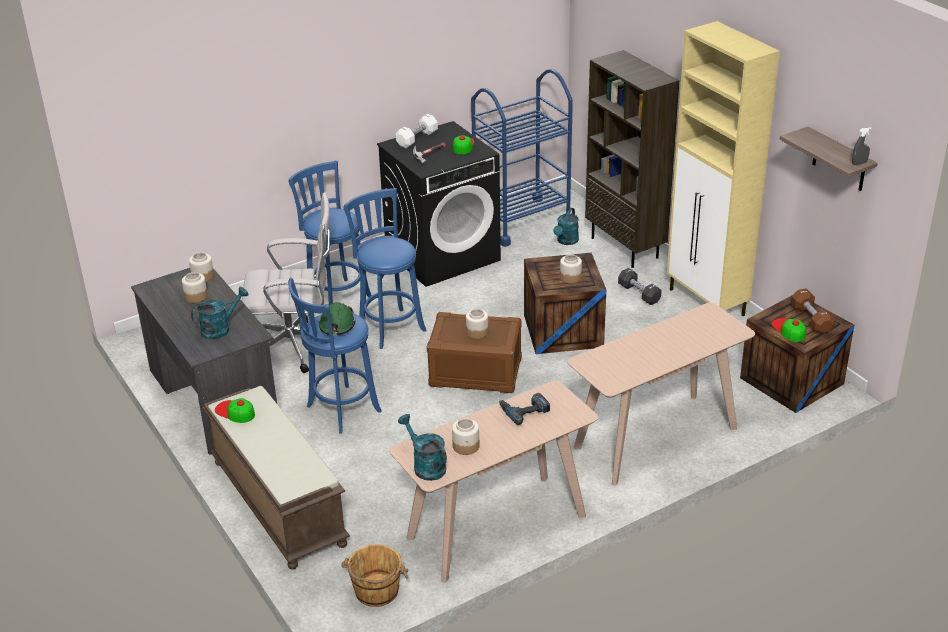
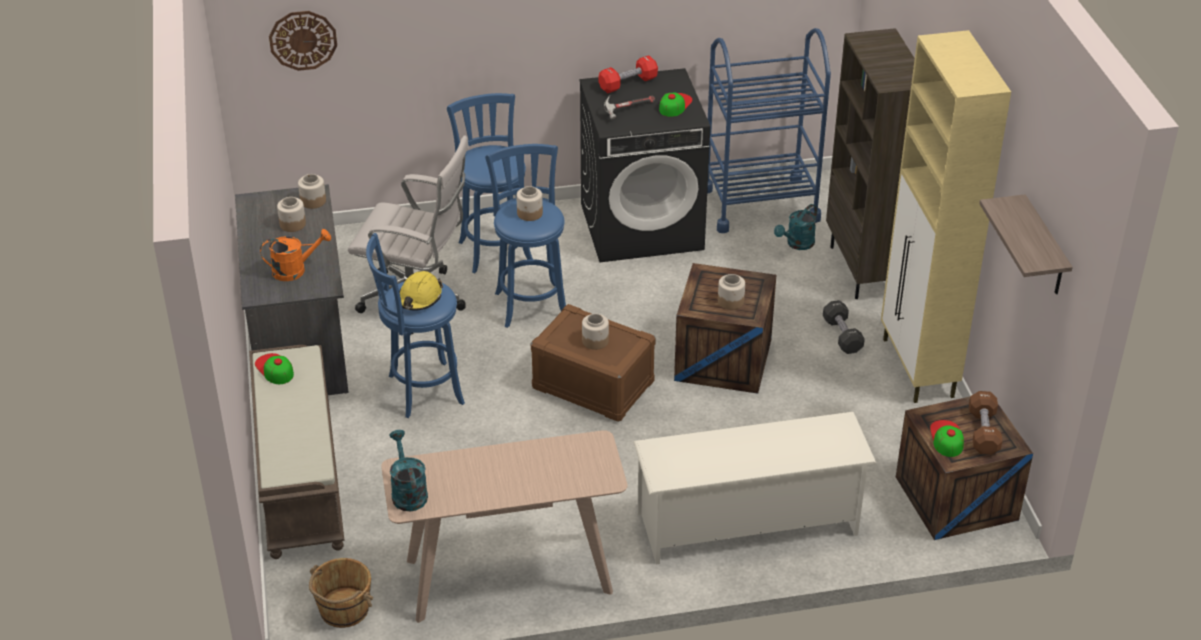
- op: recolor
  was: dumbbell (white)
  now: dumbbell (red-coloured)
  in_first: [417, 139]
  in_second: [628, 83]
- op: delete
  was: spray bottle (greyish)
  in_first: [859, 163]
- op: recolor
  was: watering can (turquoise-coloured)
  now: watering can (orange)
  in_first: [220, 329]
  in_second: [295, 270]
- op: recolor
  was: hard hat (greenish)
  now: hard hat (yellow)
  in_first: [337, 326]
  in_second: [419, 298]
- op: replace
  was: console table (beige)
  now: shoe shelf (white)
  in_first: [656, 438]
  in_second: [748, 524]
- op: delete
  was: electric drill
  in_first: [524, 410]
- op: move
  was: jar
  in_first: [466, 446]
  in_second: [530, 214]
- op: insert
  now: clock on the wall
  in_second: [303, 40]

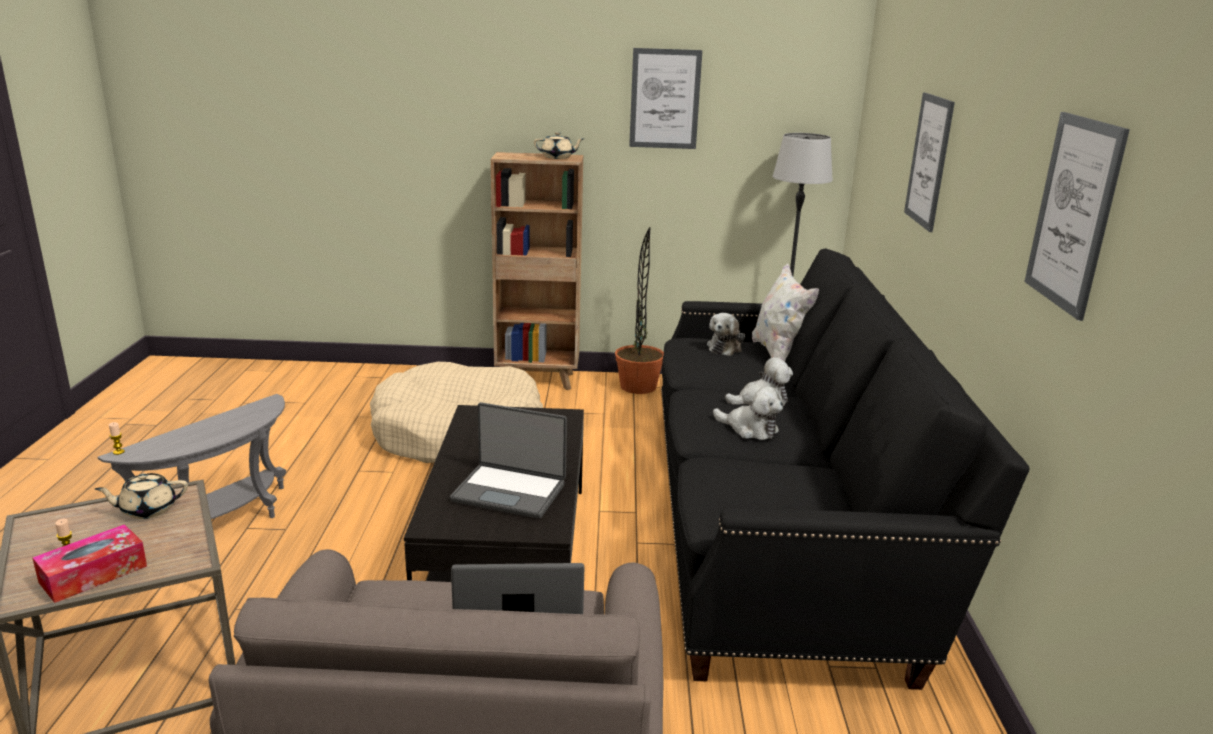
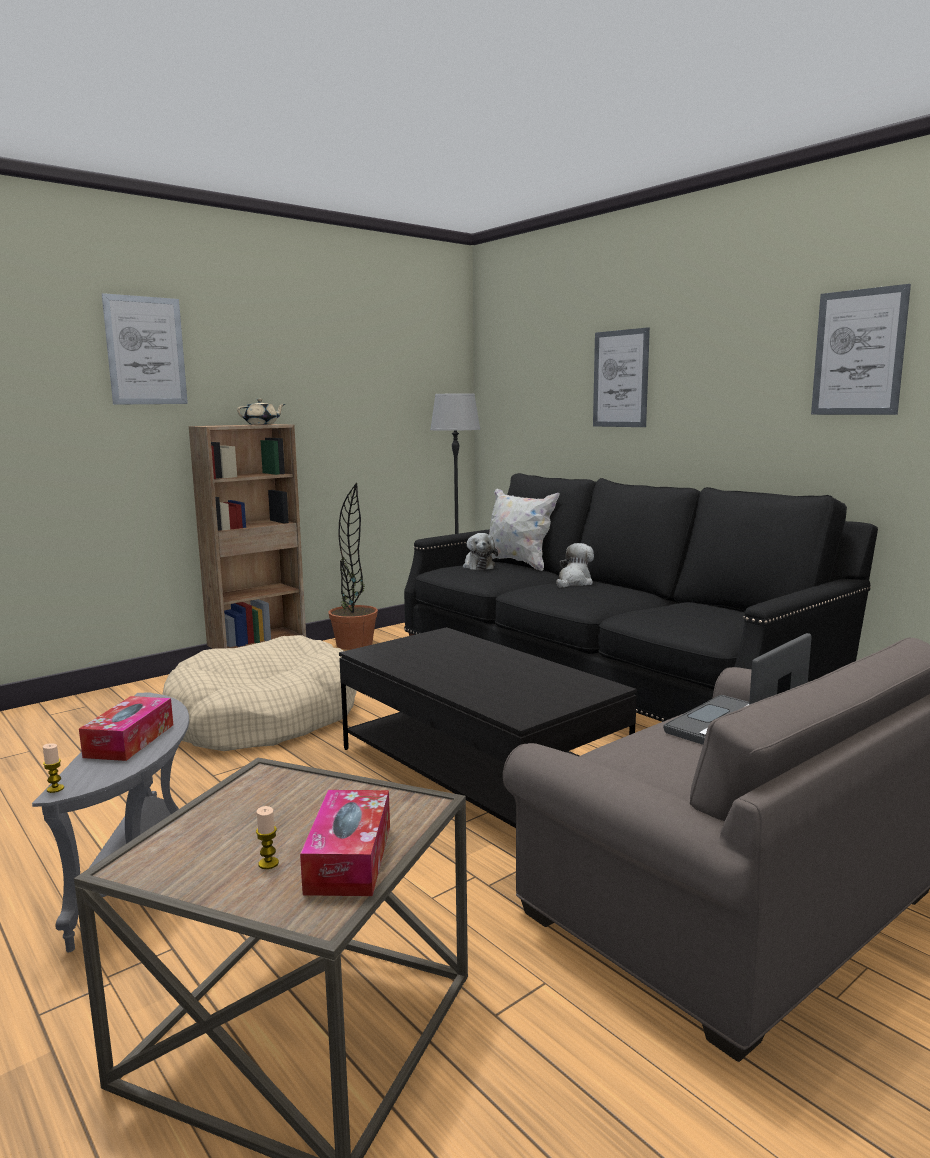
- op: move
  was: picture
  in_first: [665, 99]
  in_second: [145, 351]
- op: delete
  was: soft toy
  in_first: [750, 429]
- op: delete
  was: laptop
  in_first: [510, 491]
- op: delete
  was: pot for tea (beige)
  in_first: [147, 510]
- op: insert
  now: tissue box
  in_second: [130, 740]

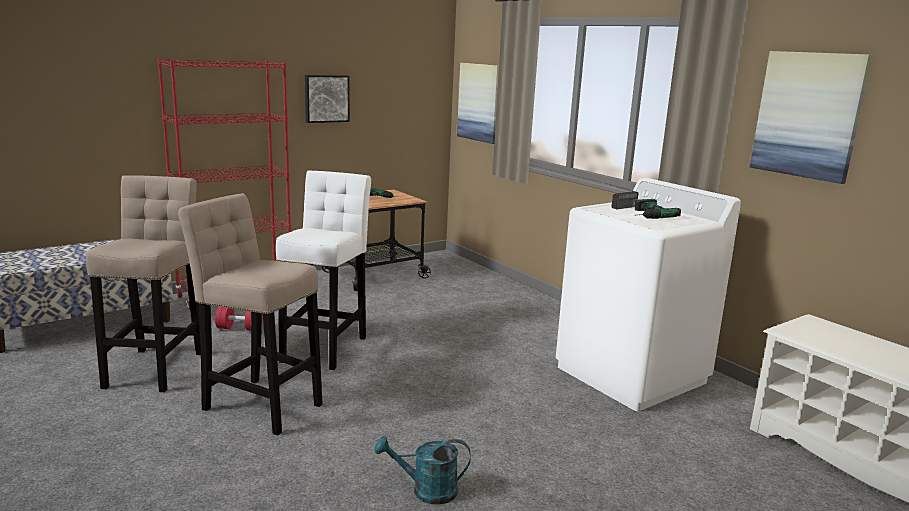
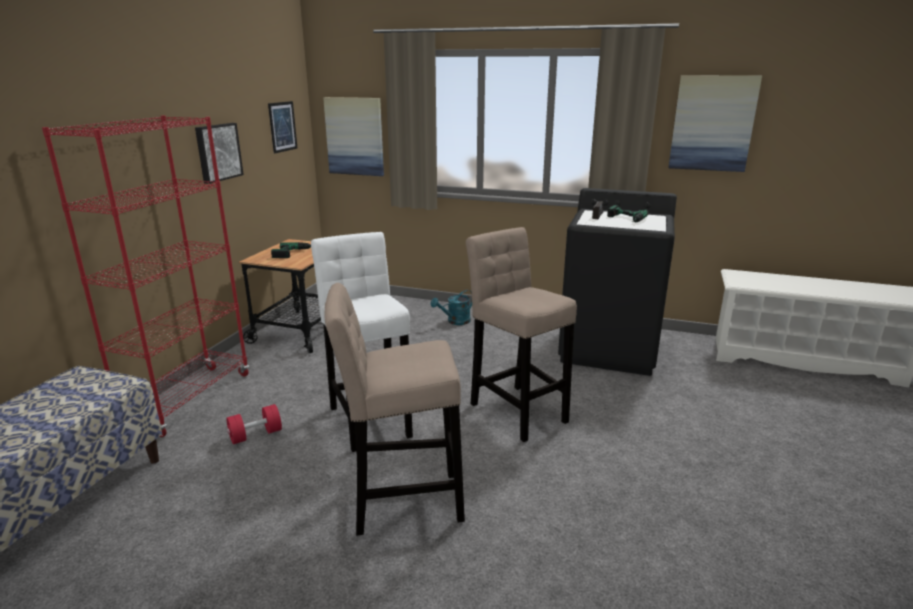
- op: move
  was: sitting stool (beige)
  in_first: [157, 367]
  in_second: [515, 409]
- op: recolor
  was: washing machine (white)
  now: washing machine (blackish)
  in_first: [631, 375]
  in_second: [609, 349]
- op: move
  was: watering can (turquoise-coloured)
  in_first: [426, 491]
  in_second: [455, 322]
- op: insert
  now: picture
  in_second: [282, 126]

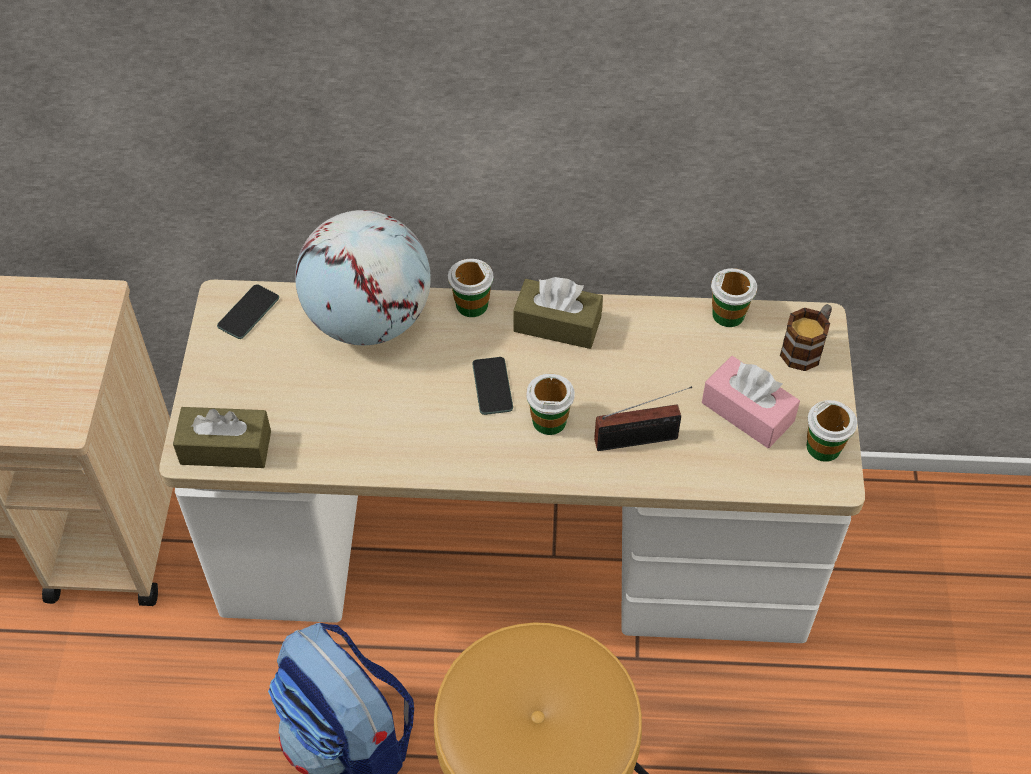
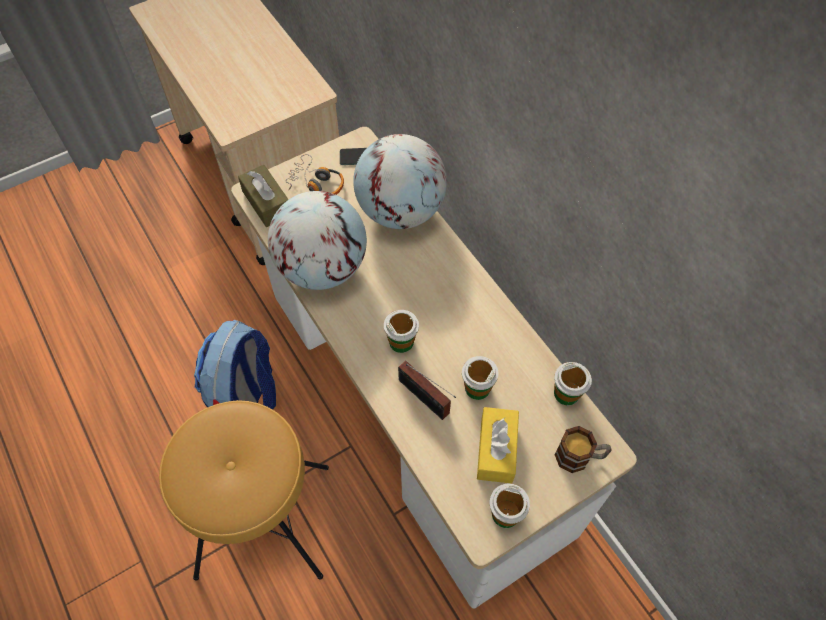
- op: move
  was: small cup
  in_first: [471, 304]
  in_second: [477, 388]
- op: delete
  was: tissue box (brown)
  in_first: [557, 324]
- op: recolor
  was: tissue box (pink)
  now: tissue box (yellow)
  in_first: [747, 412]
  in_second: [496, 450]
- op: delete
  was: phone
  in_first: [492, 386]
- op: insert
  now: pair of headphones
  in_second: [316, 183]
- op: insert
  now: desk globe
  in_second: [322, 268]

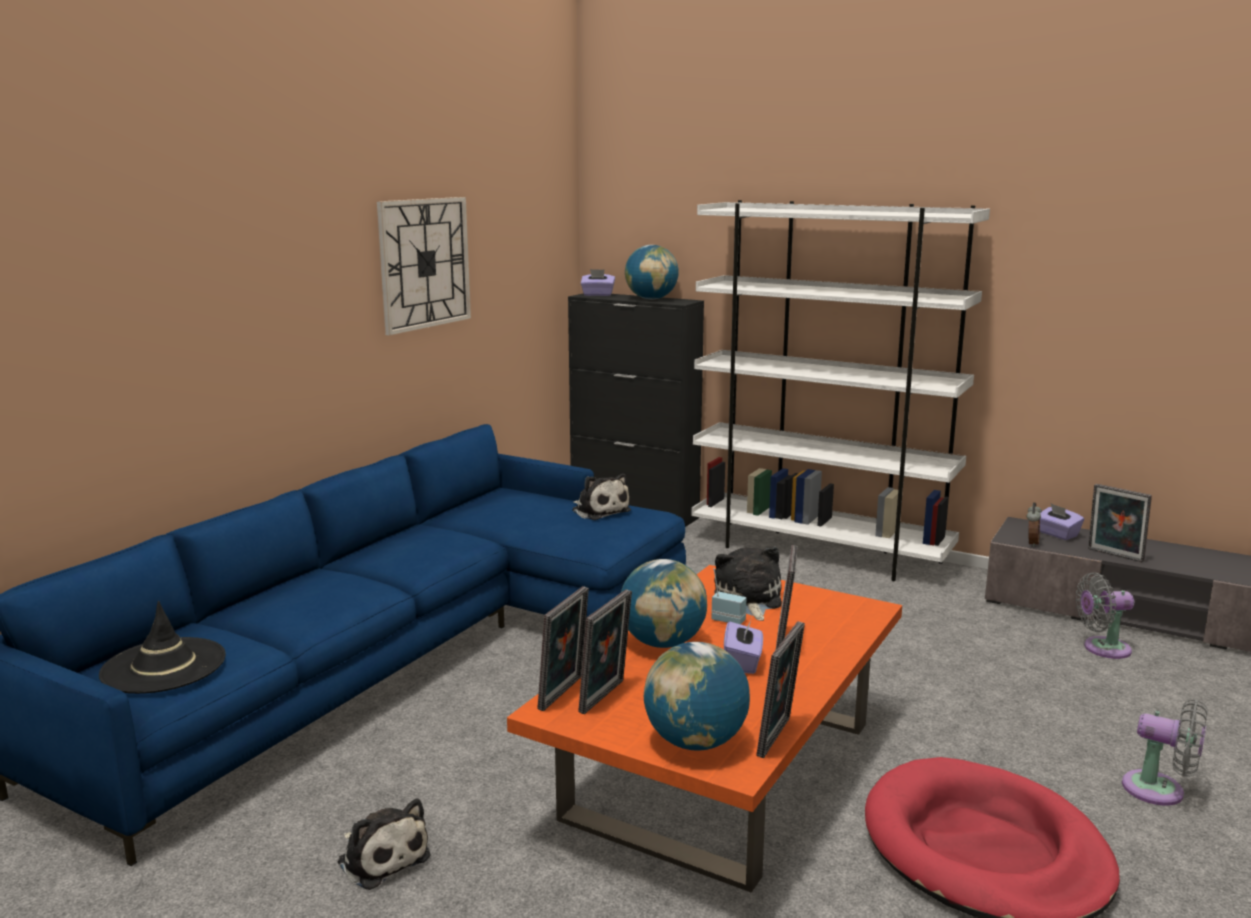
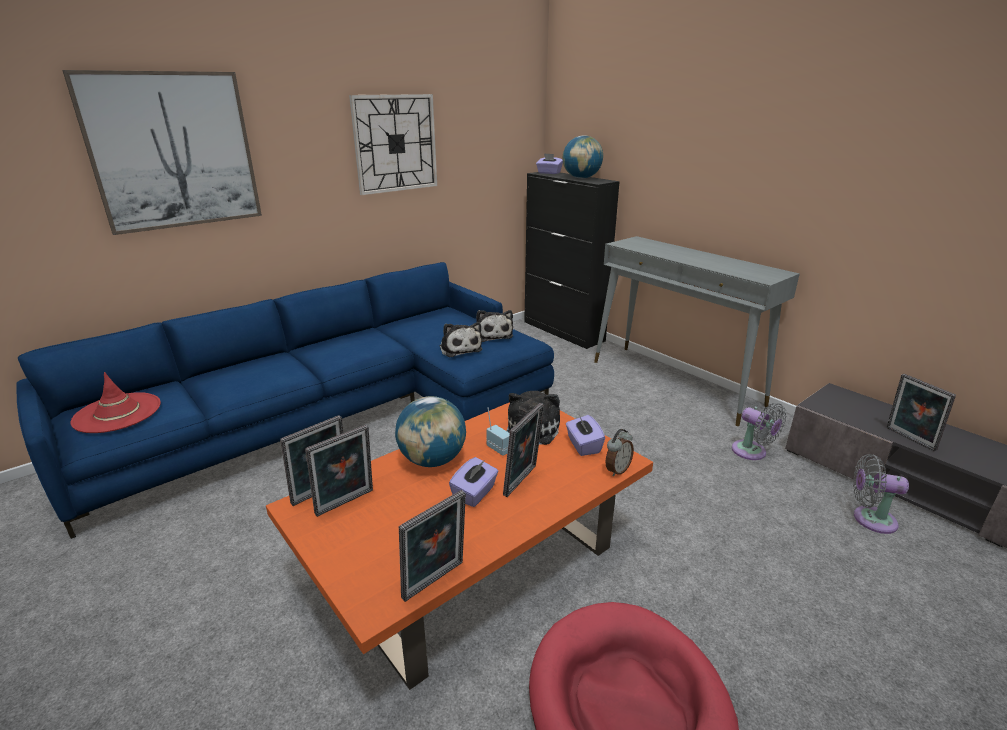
- op: replace
  was: bookcase (white)
  now: console table (greyish)
  in_first: [820, 552]
  in_second: [675, 383]
- op: move
  was: alarm clock
  in_first: [1031, 543]
  in_second: [617, 470]
- op: move
  was: tissue box (purple-coloured)
  in_first: [1056, 534]
  in_second: [583, 445]
- op: recolor
  was: hat (blackish)
  now: hat (red-coloured)
  in_first: [163, 666]
  in_second: [117, 413]
- op: delete
  was: desk globe
  in_first: [695, 742]
- op: move
  was: electric fan (greyish)
  in_first: [1160, 791]
  in_second: [752, 452]
- op: move
  was: soft toy
  in_first: [381, 857]
  in_second: [460, 348]
- op: insert
  now: picture
  in_second: [173, 151]

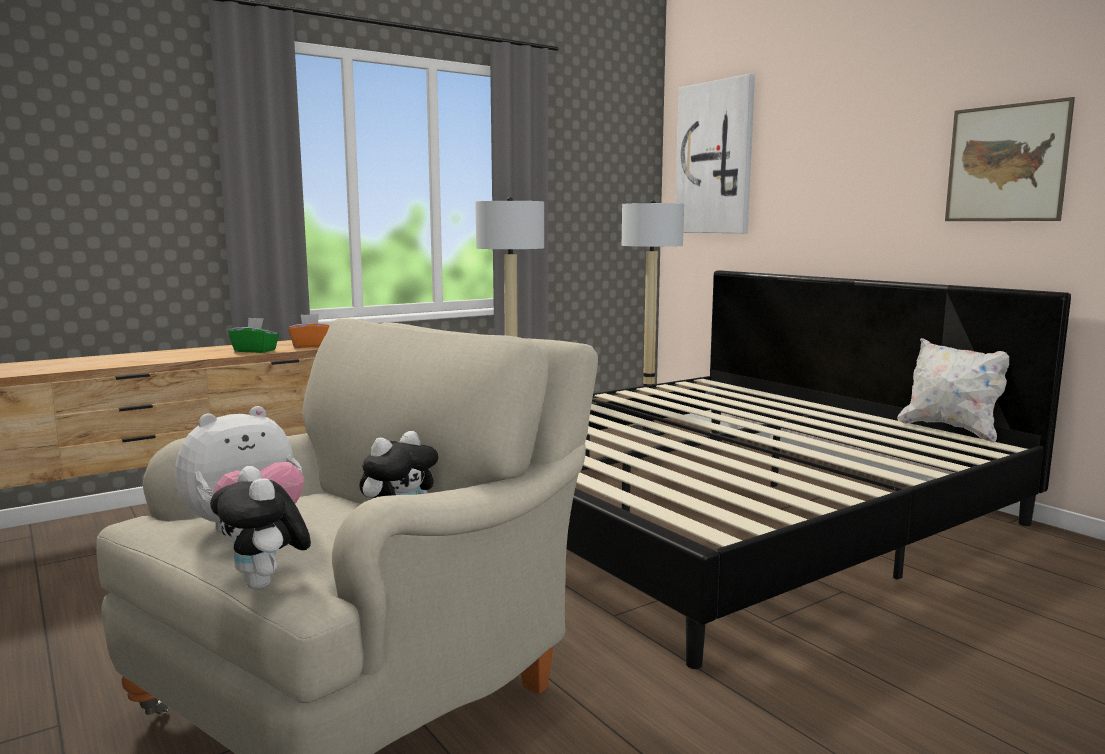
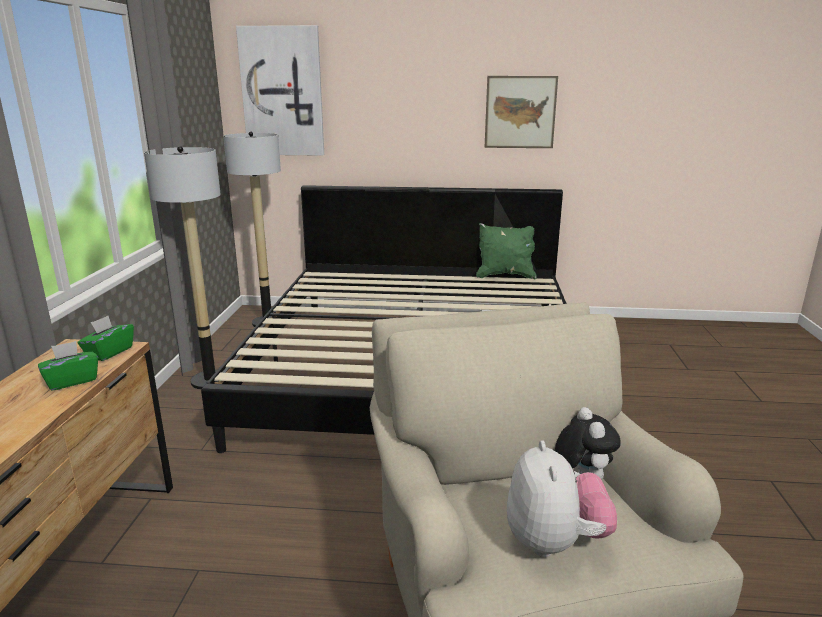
- op: recolor
  was: tissue box (orange)
  now: tissue box (greenish)
  in_first: [311, 346]
  in_second: [109, 352]
- op: recolor
  was: throw pillow (white)
  now: throw pillow (greenish)
  in_first: [951, 430]
  in_second: [505, 276]
- op: delete
  was: soft toy
  in_first: [266, 584]

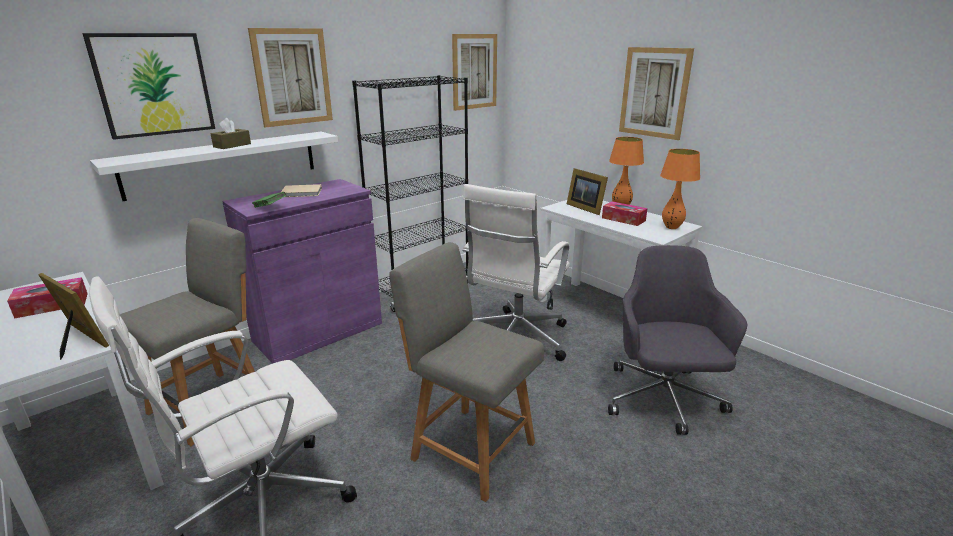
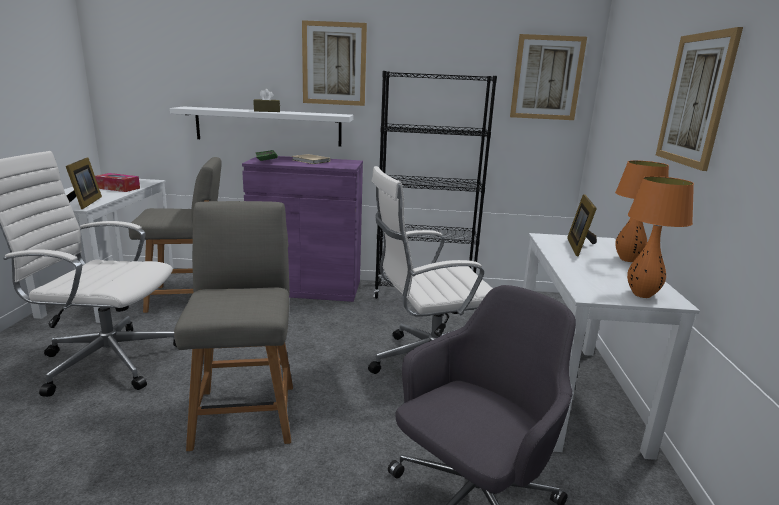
- op: delete
  was: picture
  in_first: [154, 85]
- op: delete
  was: tissue box
  in_first: [623, 219]

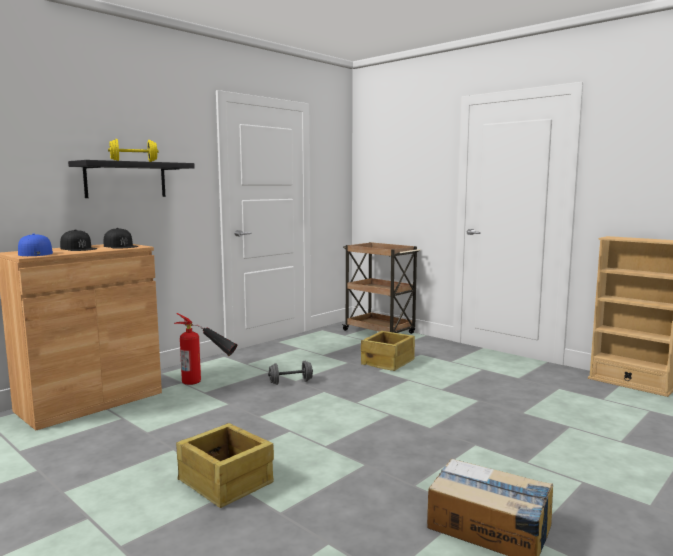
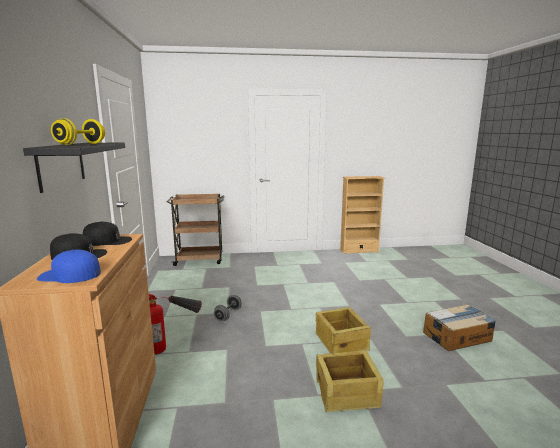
- op: move
  was: packing crate
  in_first: [388, 362]
  in_second: [341, 341]

